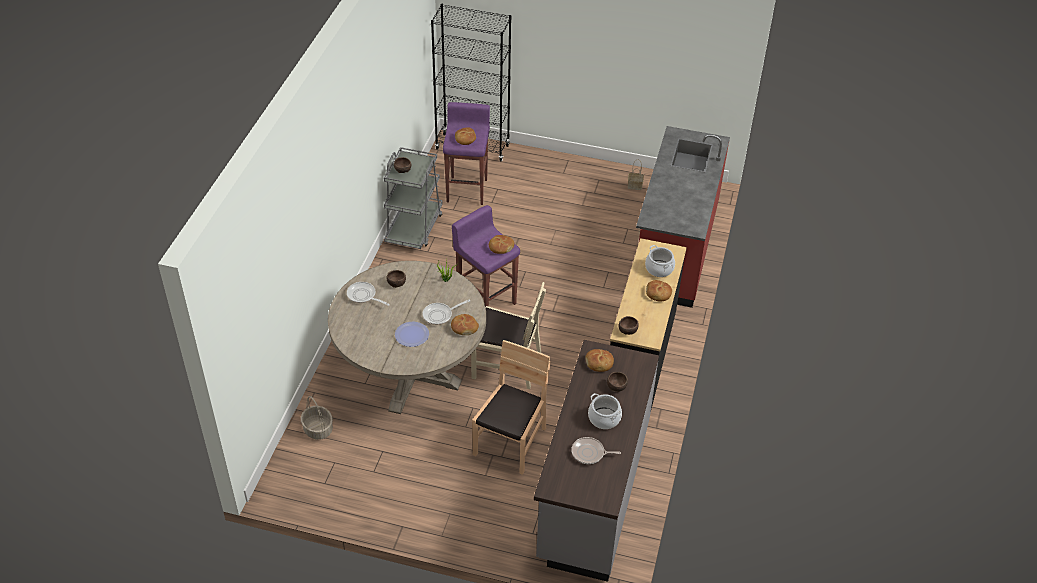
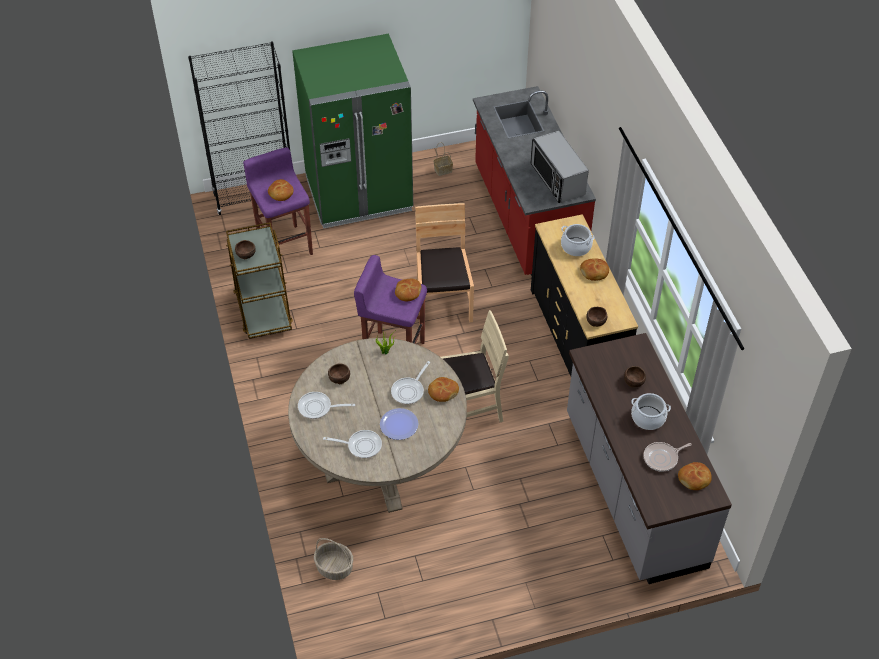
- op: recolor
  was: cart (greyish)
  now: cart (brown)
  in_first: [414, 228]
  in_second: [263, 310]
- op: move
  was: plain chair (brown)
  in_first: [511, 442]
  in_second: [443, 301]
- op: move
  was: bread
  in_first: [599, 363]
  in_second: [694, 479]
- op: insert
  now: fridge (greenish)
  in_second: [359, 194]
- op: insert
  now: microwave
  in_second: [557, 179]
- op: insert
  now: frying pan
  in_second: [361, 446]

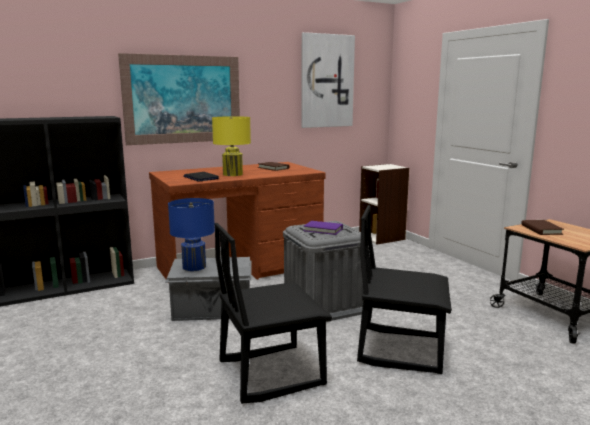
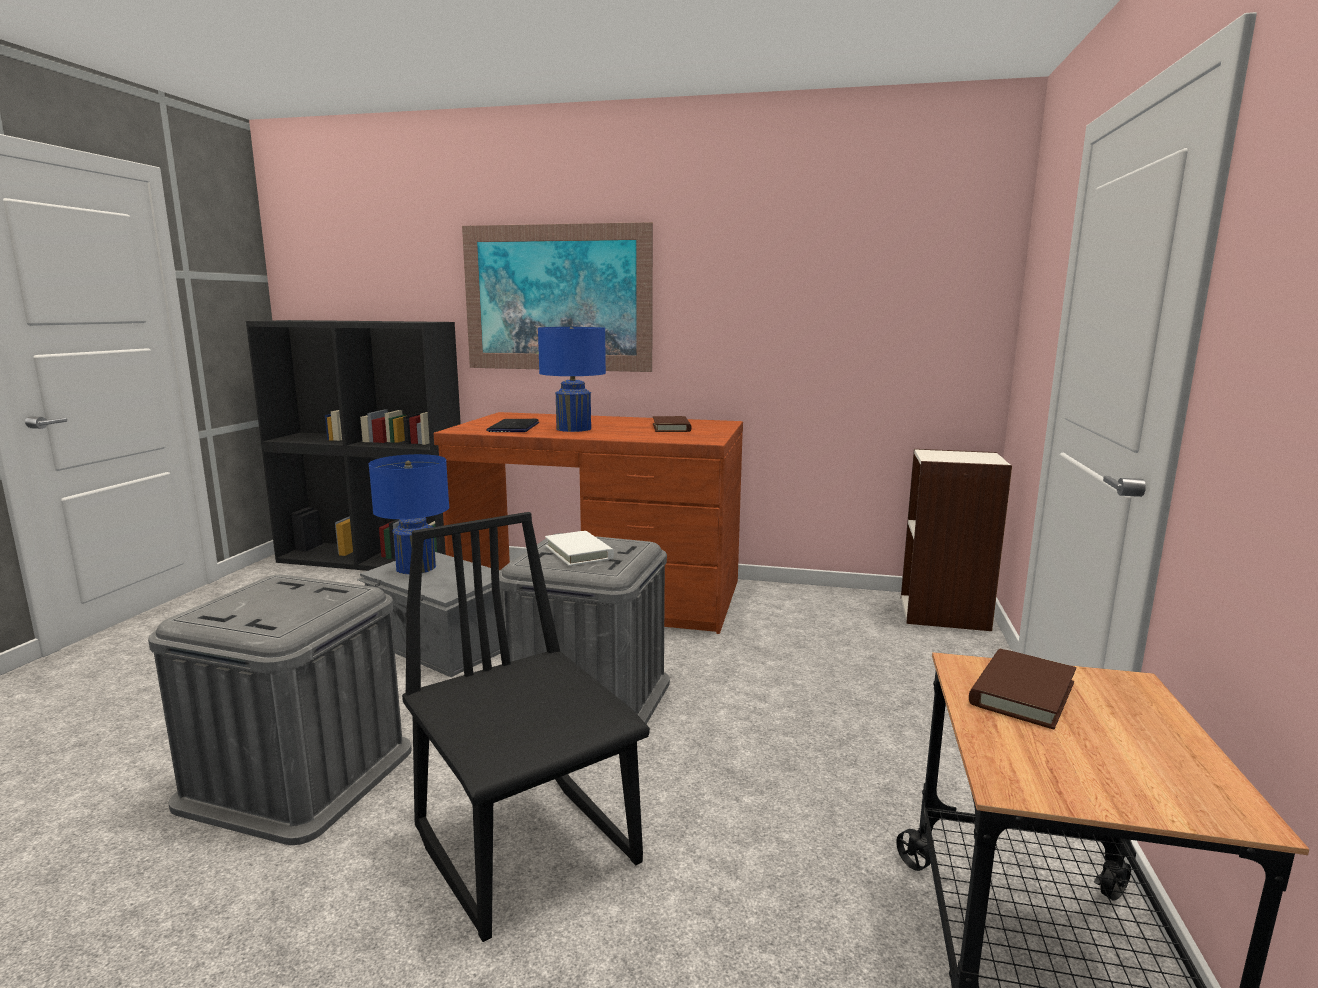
- op: delete
  was: picture
  in_first: [326, 81]
- op: recolor
  was: table lamp (yellow)
  now: table lamp (blue)
  in_first: [232, 174]
  in_second: [573, 428]
- op: recolor
  was: bound book (purple-coloured)
  now: bound book (white)
  in_first: [323, 230]
  in_second: [578, 552]
- op: replace
  was: plain chair (blackish)
  now: storage container (greyish)
  in_first: [270, 373]
  in_second: [298, 776]

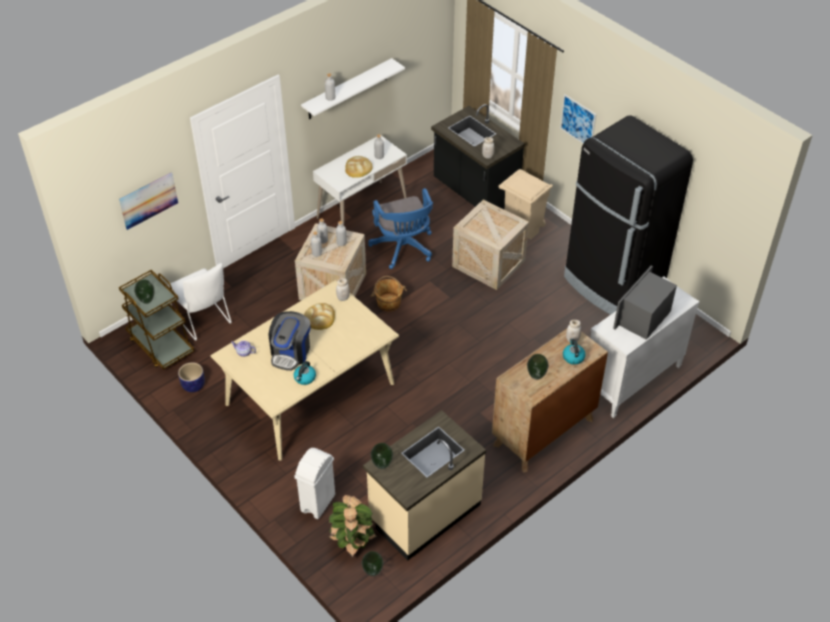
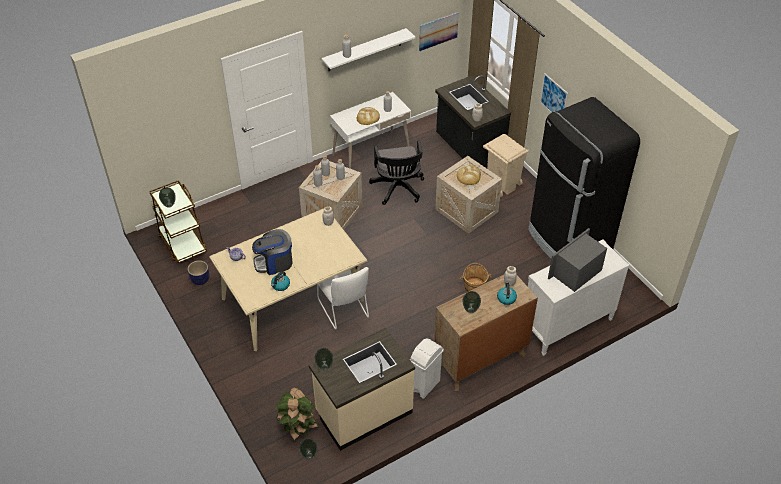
- op: move
  was: picture
  in_first: [148, 200]
  in_second: [438, 31]
- op: recolor
  was: computer chair (blue)
  now: computer chair (blackish)
  in_first: [404, 249]
  in_second: [398, 190]
- op: move
  was: plain chair (white)
  in_first: [203, 319]
  in_second: [344, 310]
- op: move
  was: water bucket (brown)
  in_first: [388, 302]
  in_second: [474, 286]
- op: move
  was: bread
  in_first: [320, 318]
  in_second: [469, 176]
- op: rotate
  was: coffee machine
  in_first: [291, 352]
  in_second: [274, 263]
  clockwise: 45
- op: move
  was: waste bin (white)
  in_first: [317, 503]
  in_second: [424, 385]

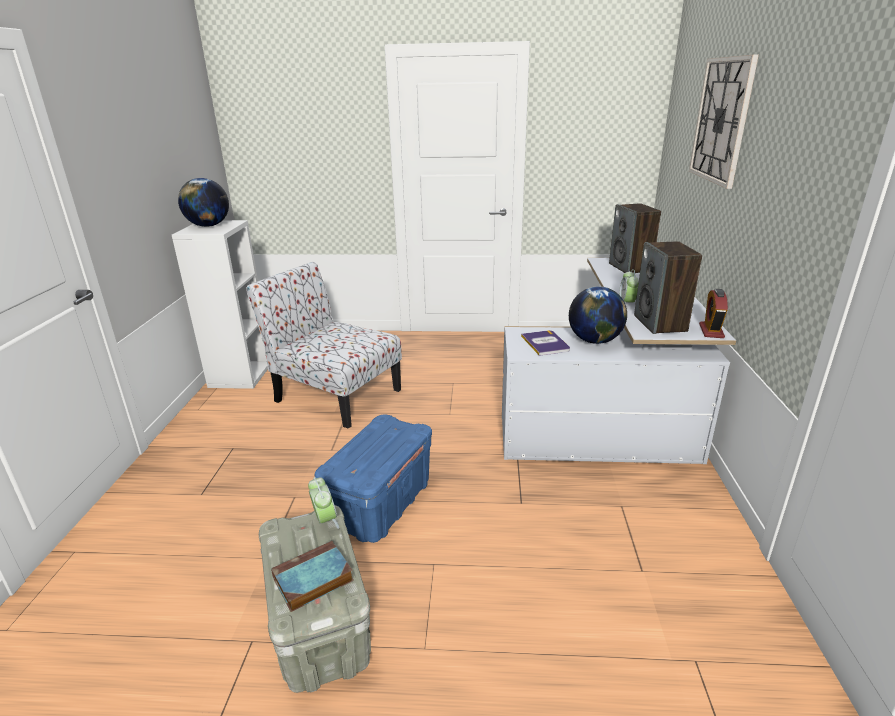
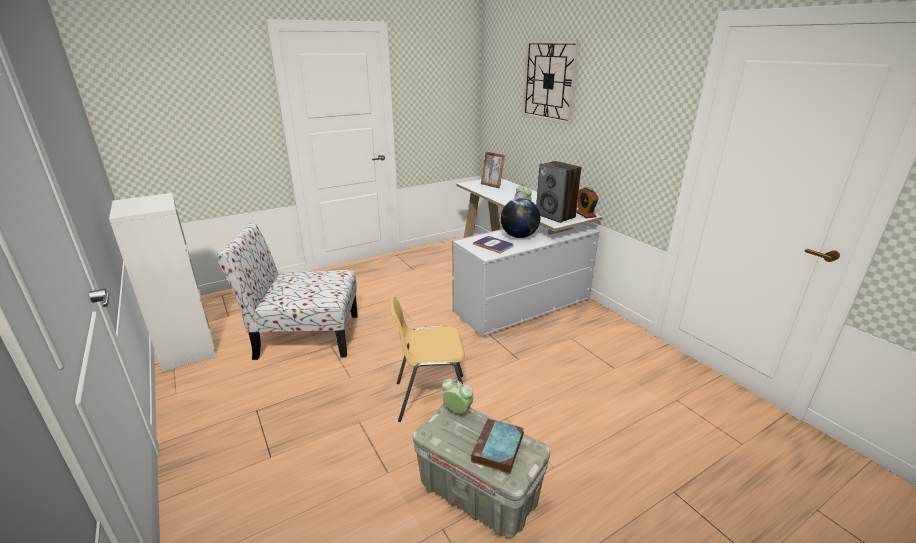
- op: delete
  was: desk globe
  in_first: [208, 226]
- op: replace
  was: speaker
  now: picture frame
  in_first: [630, 268]
  in_second: [492, 185]
- op: replace
  was: storage container (blue)
  now: plain chair (yellow)
  in_first: [381, 504]
  in_second: [431, 398]

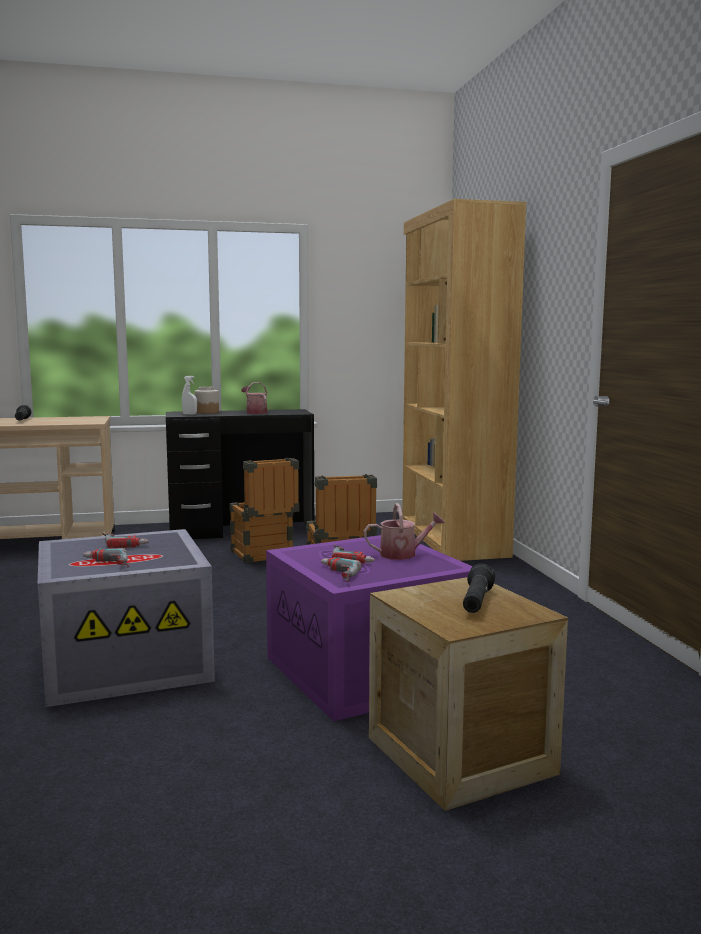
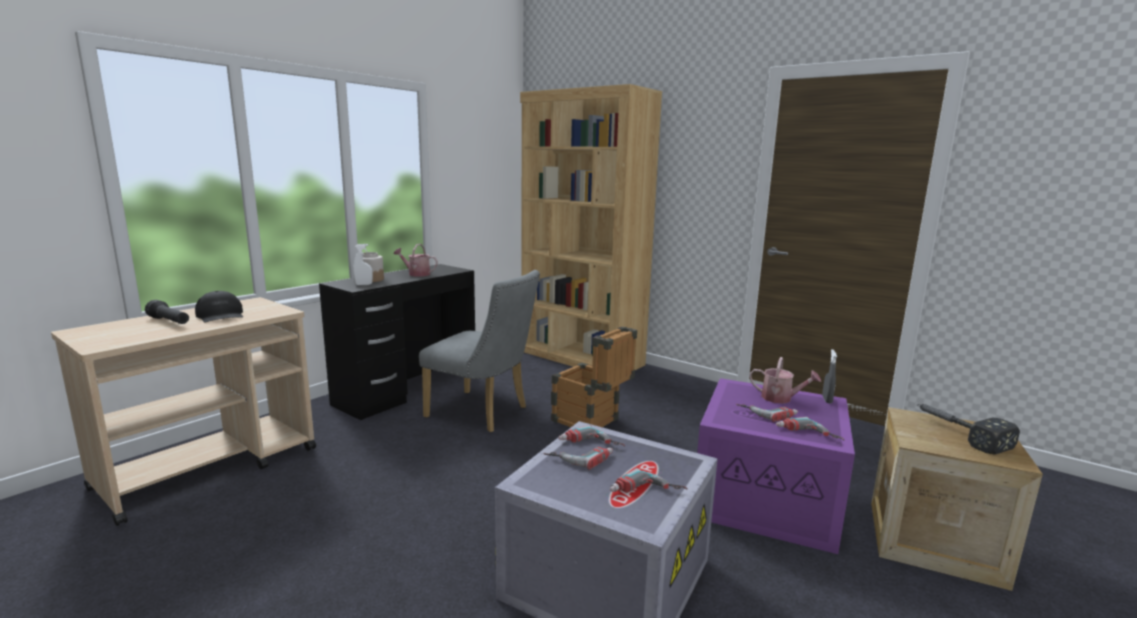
- op: replace
  was: packing crate
  now: plain chair (greyish)
  in_first: [263, 556]
  in_second: [483, 413]
- op: rotate
  was: watering can
  in_first: [403, 554]
  in_second: [781, 398]
  clockwise: 75
- op: replace
  was: torch (blackish)
  now: hand hammer
  in_first: [476, 602]
  in_second: [956, 432]
- op: insert
  now: baseball cap (blackish)
  in_second: [221, 315]
- op: insert
  now: spray bottle (greyish)
  in_second: [827, 400]
- op: insert
  now: electric drill
  in_second: [590, 445]

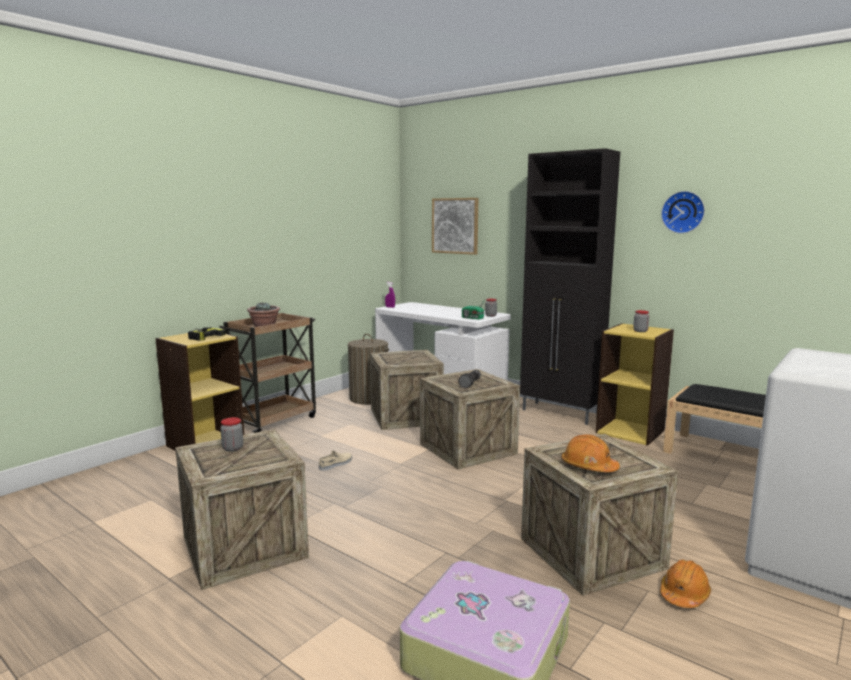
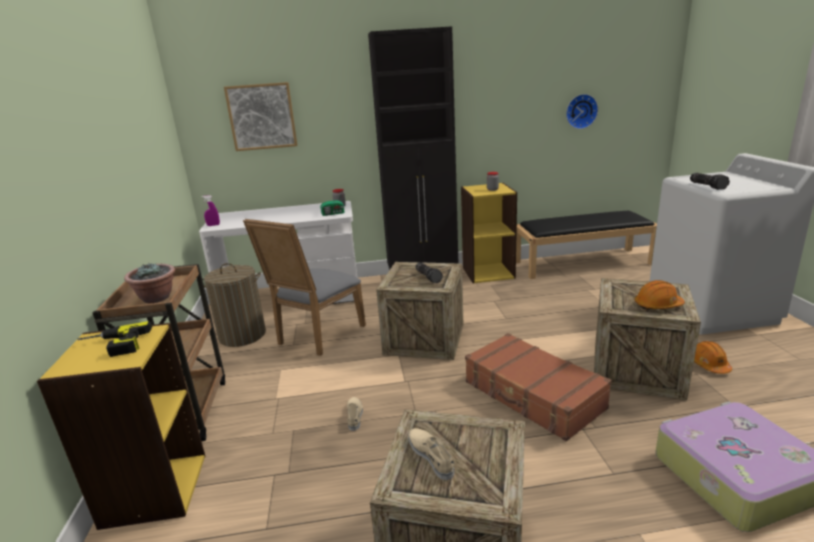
- op: move
  was: clock on the wall
  in_first: [683, 212]
  in_second: [580, 111]
- op: replace
  was: packing crate
  now: plain chair (greyish)
  in_first: [405, 416]
  in_second: [317, 336]
- op: replace
  was: jar
  now: low shoe (beige)
  in_first: [233, 448]
  in_second: [431, 456]
- op: insert
  now: torch
  in_second: [708, 186]
- op: insert
  now: suitcase (brown)
  in_second: [532, 396]

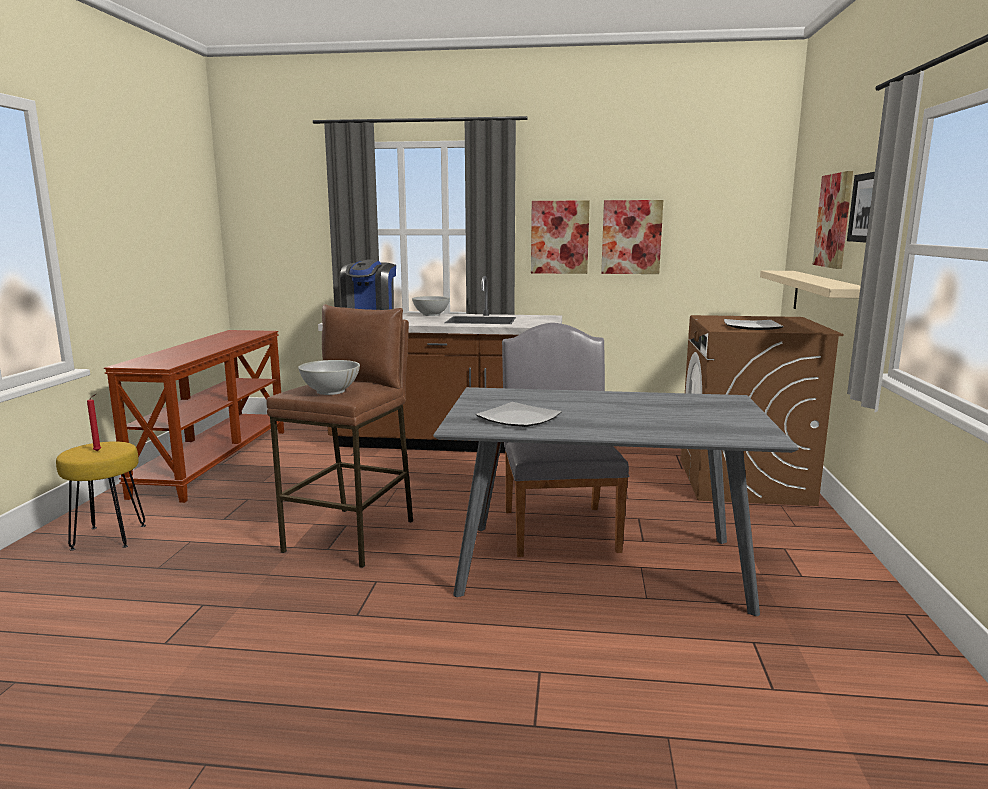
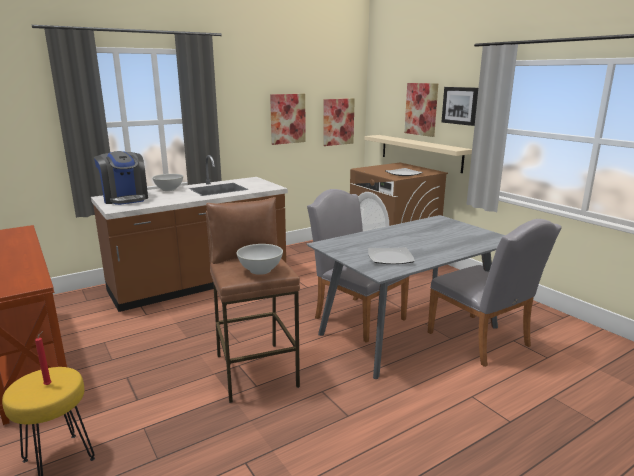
- op: move
  was: picture
  in_first: [559, 237]
  in_second: [338, 122]
- op: insert
  now: plain chair (greyish)
  in_second: [483, 342]

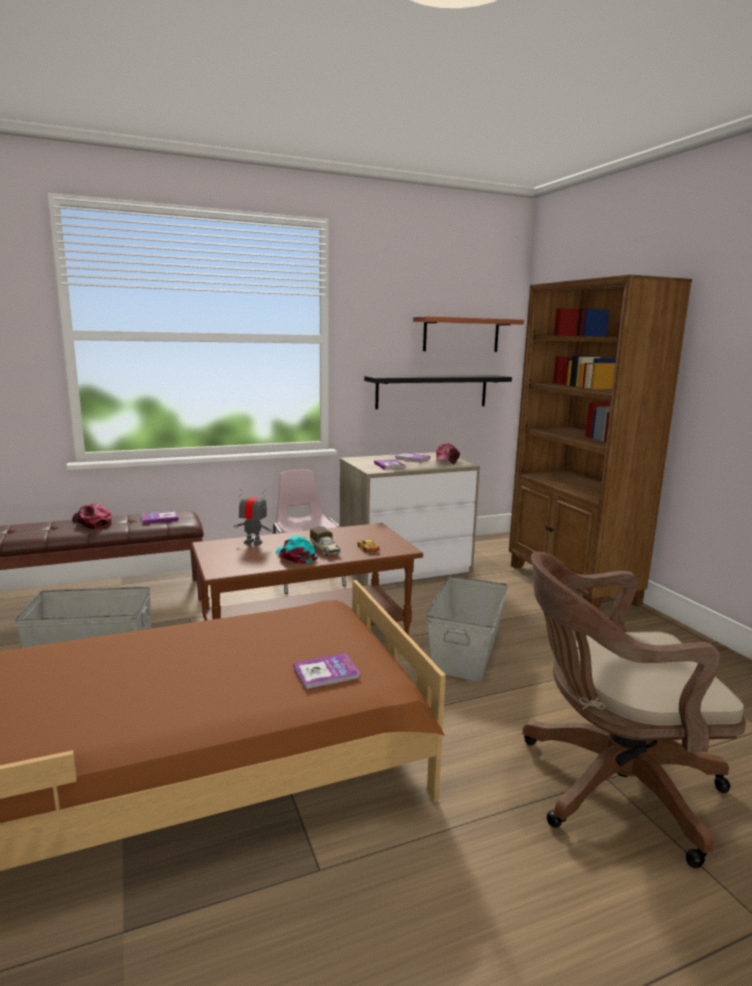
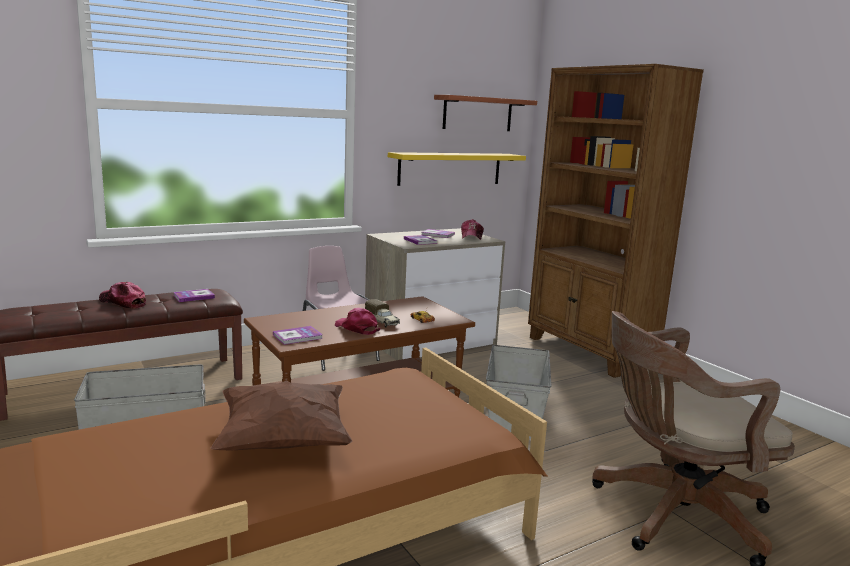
- op: recolor
  was: shelf (blackish)
  now: shelf (yellow)
  in_first: [432, 391]
  in_second: [450, 168]
- op: delete
  was: toy robot
  in_first: [253, 542]
- op: recolor
  was: baseball cap (turquoise-coloured)
  now: baseball cap (pink)
  in_first: [295, 556]
  in_second: [356, 328]
- op: move
  was: bound book
  in_first: [326, 673]
  in_second: [297, 336]
- op: insert
  now: throw pillow (brown)
  in_second: [283, 441]

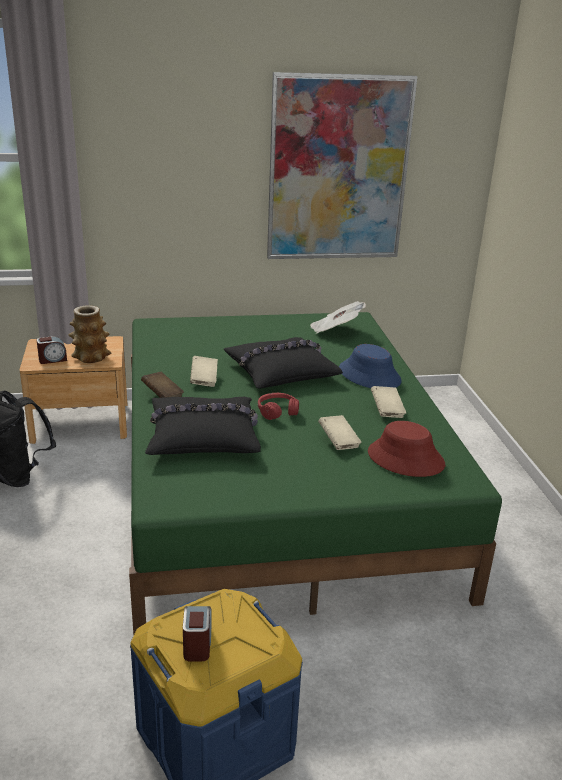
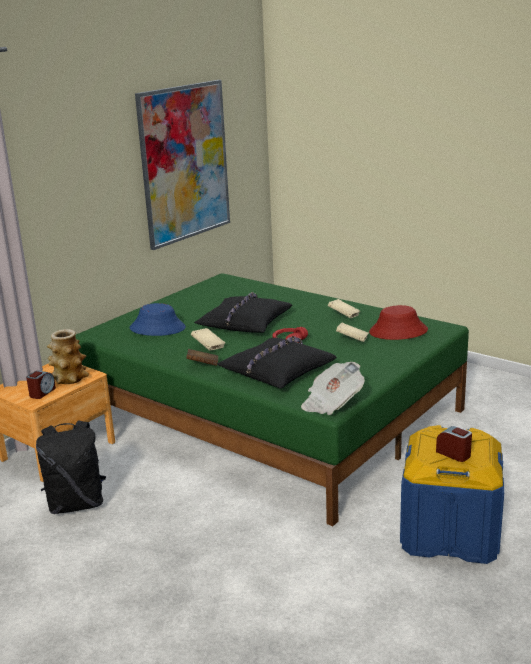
- op: move
  was: daily paper
  in_first: [335, 330]
  in_second: [332, 403]
- op: move
  was: hat (blue)
  in_first: [369, 375]
  in_second: [157, 328]

